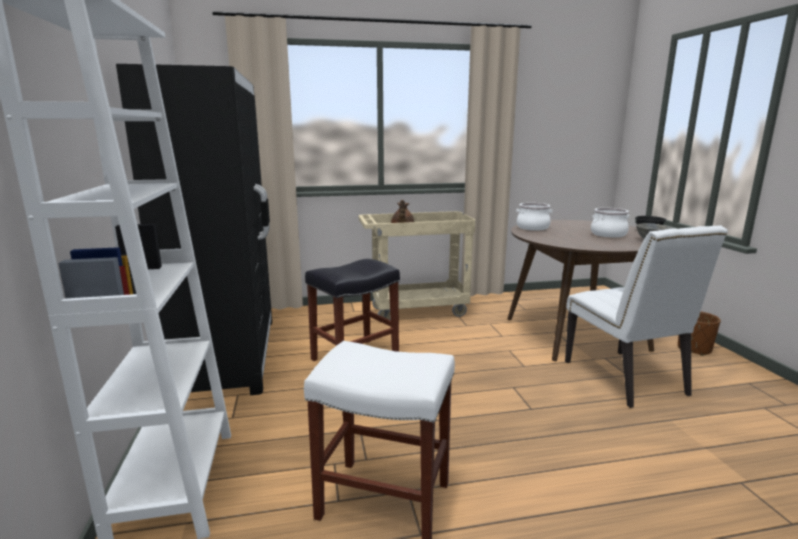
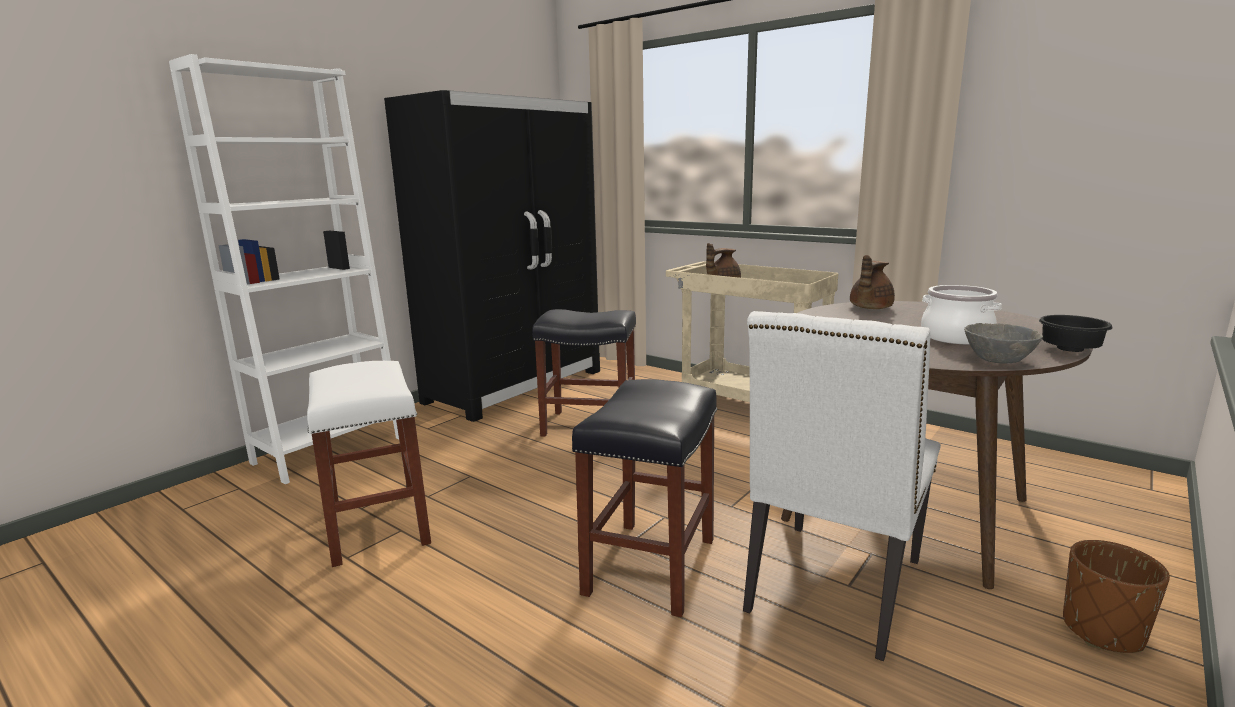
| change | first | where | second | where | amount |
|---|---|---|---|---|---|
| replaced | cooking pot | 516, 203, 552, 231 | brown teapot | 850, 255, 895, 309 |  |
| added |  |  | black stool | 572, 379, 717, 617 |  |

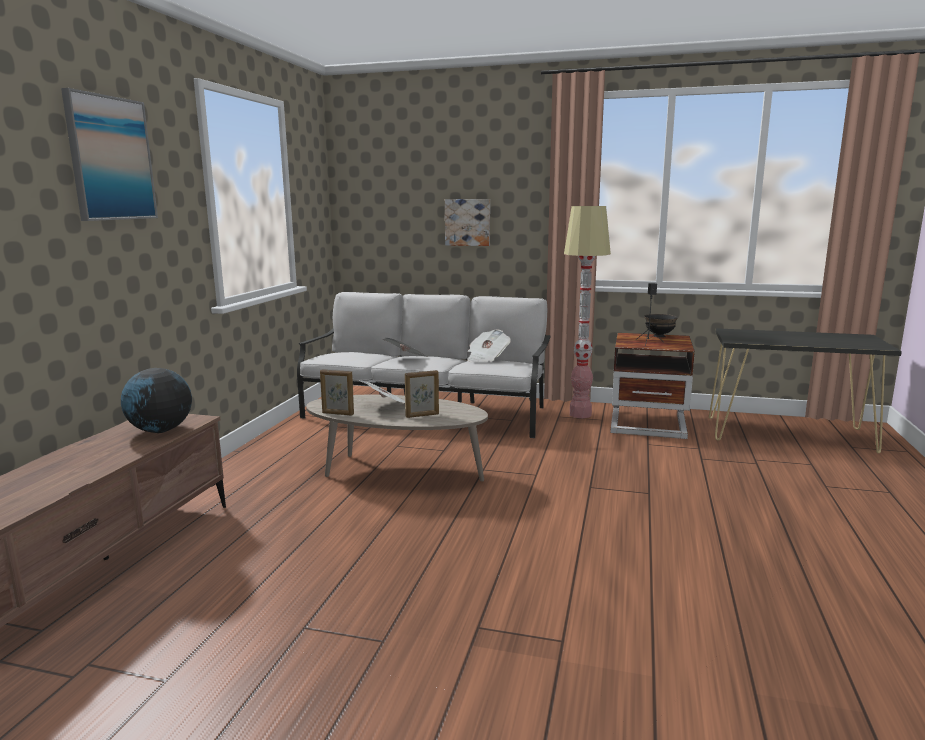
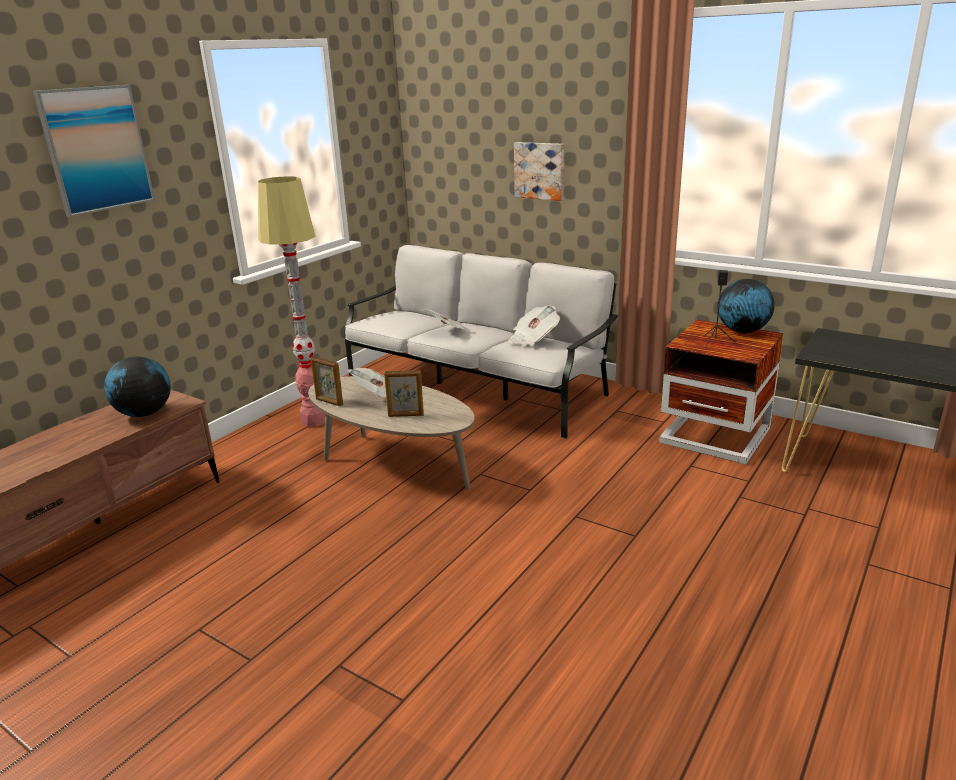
| change | first | where | second | where | amount |
|---|---|---|---|---|---|
| moved | floor lamp | 564, 206, 611, 418 |  | 258, 176, 325, 427 |  |
| replaced | black bowl | 644, 314, 678, 338 | globe | 718, 279, 775, 333 |  |

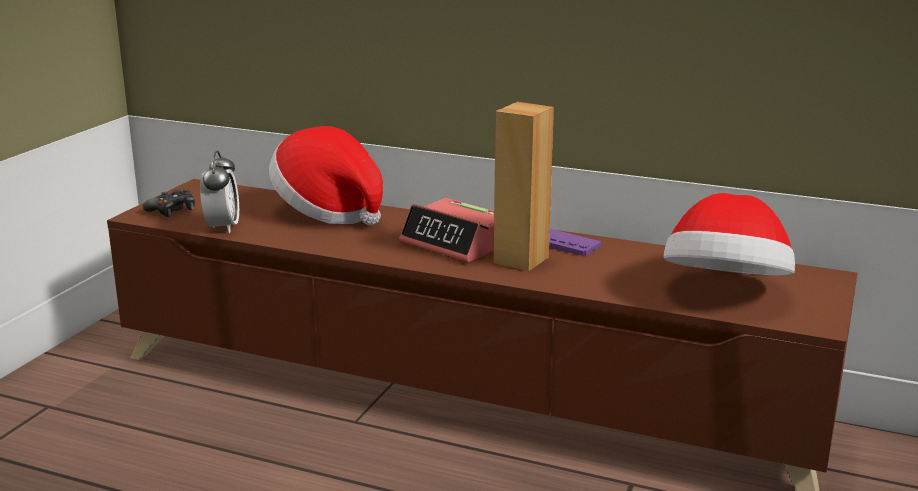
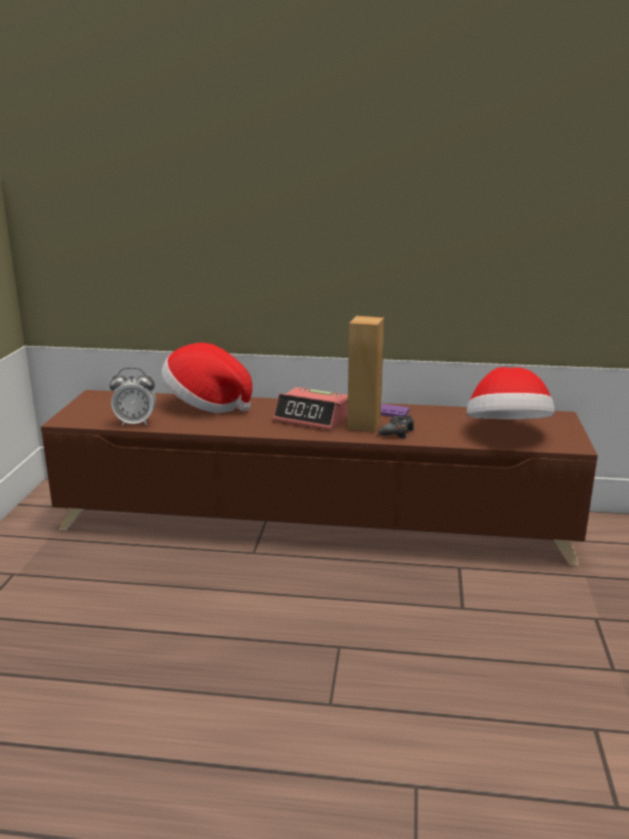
| change | first | where | second | where | amount |
|---|---|---|---|---|---|
| turned | alarm clock | 200, 151, 239, 233 |  | 109, 367, 156, 426 | 105 degrees clockwise |
| moved | black game controller | 143, 189, 195, 217 |  | 378, 414, 415, 438 |  |

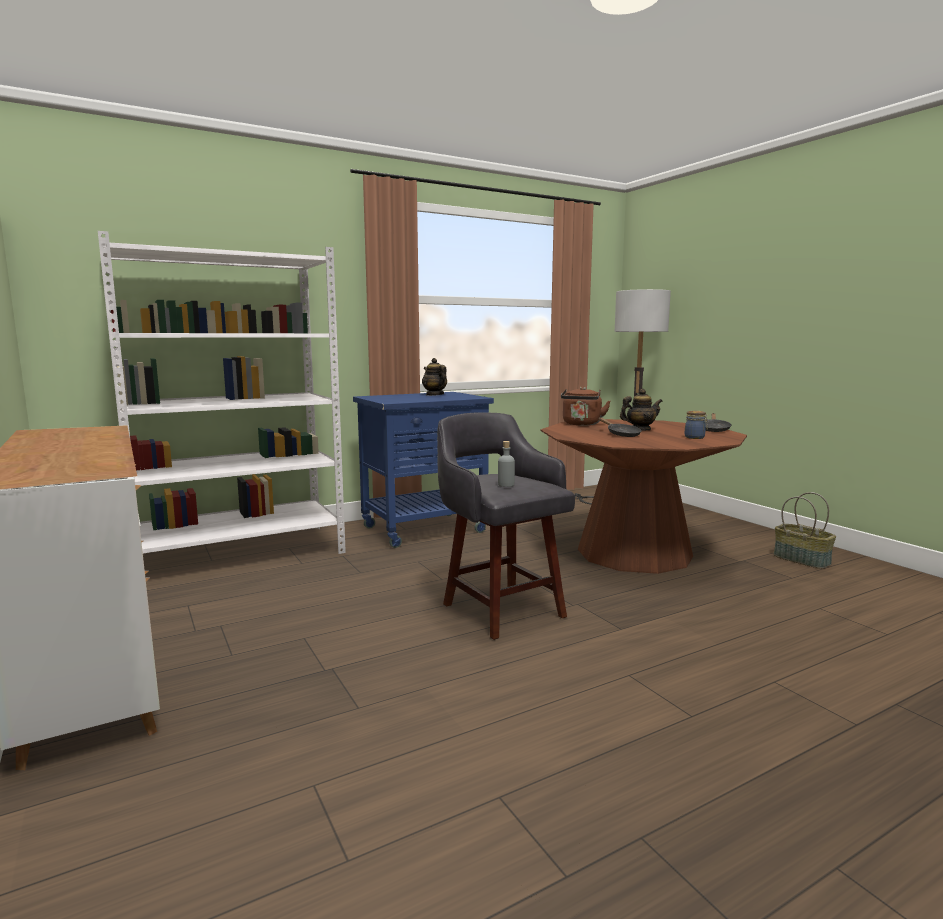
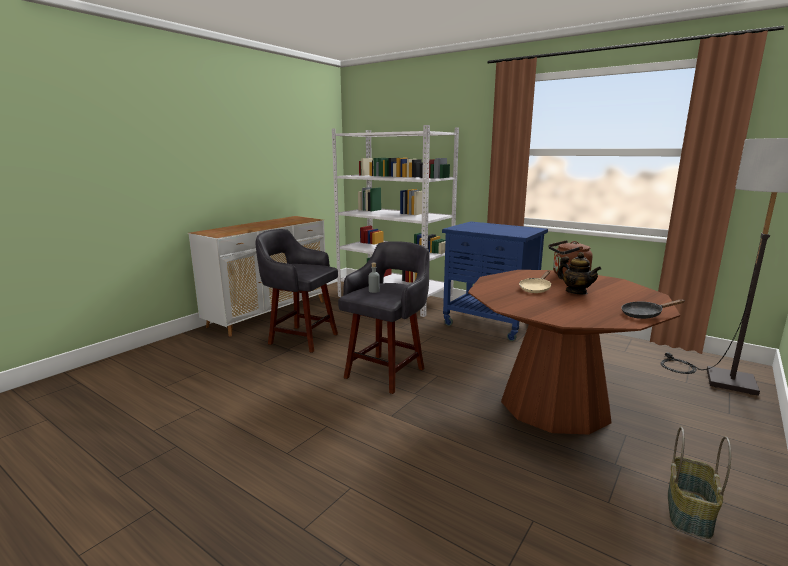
| change | first | where | second | where | amount |
|---|---|---|---|---|---|
| removed | teapot | 422, 358, 447, 396 |  |  |  |
| removed | jar | 685, 411, 708, 439 |  |  |  |
| recoloured | black frying pan | 598, 417, 641, 437 | beige frying pan | 519, 271, 551, 293 |  |
| added |  |  | grey stool | 255, 229, 338, 353 |  |

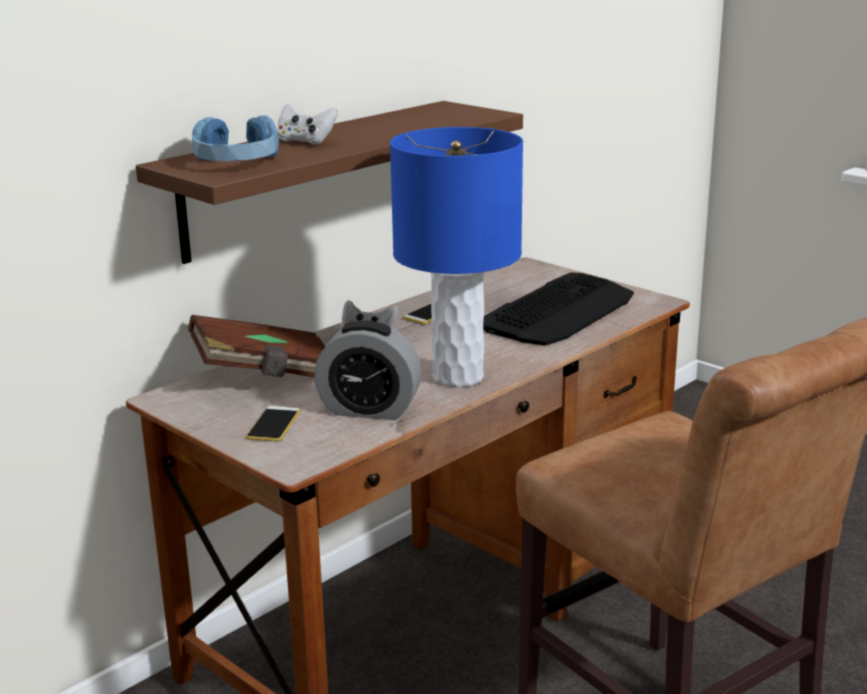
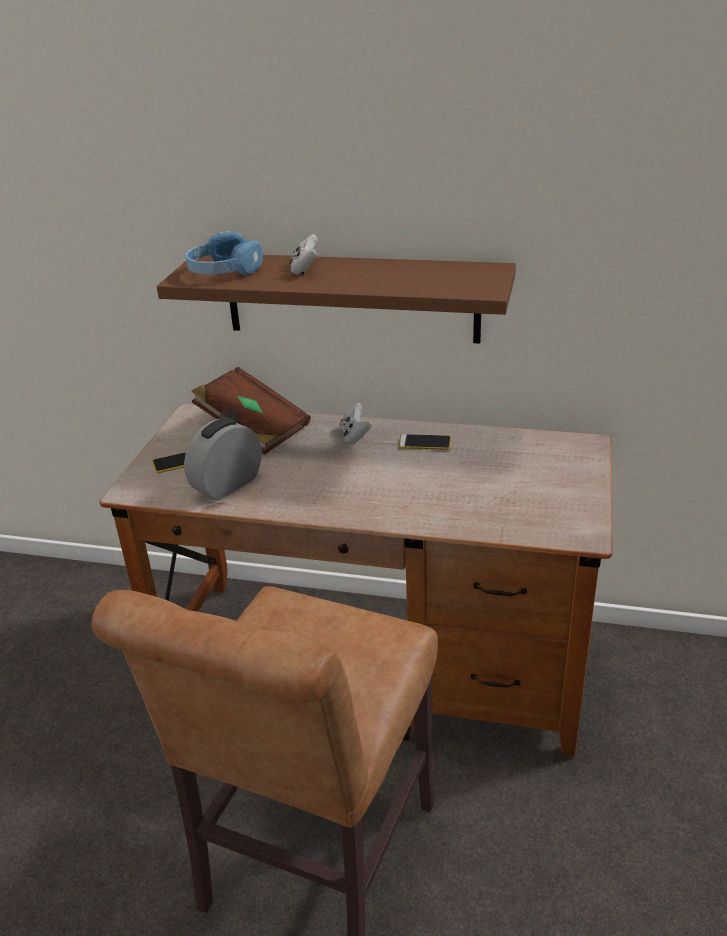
| change | first | where | second | where | amount |
|---|---|---|---|---|---|
| removed | blue table lamp | 390, 127, 523, 387 |  |  |  |
| removed | keyboard | 483, 272, 634, 346 |  |  |  |
| turned | alarm clock | 314, 321, 422, 420 |  | 184, 418, 262, 501 | 60 degrees clockwise |

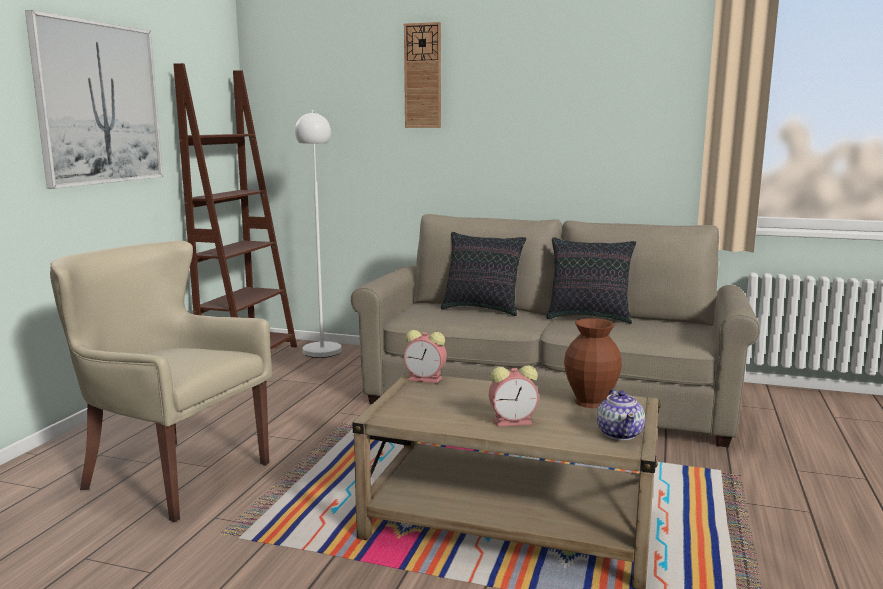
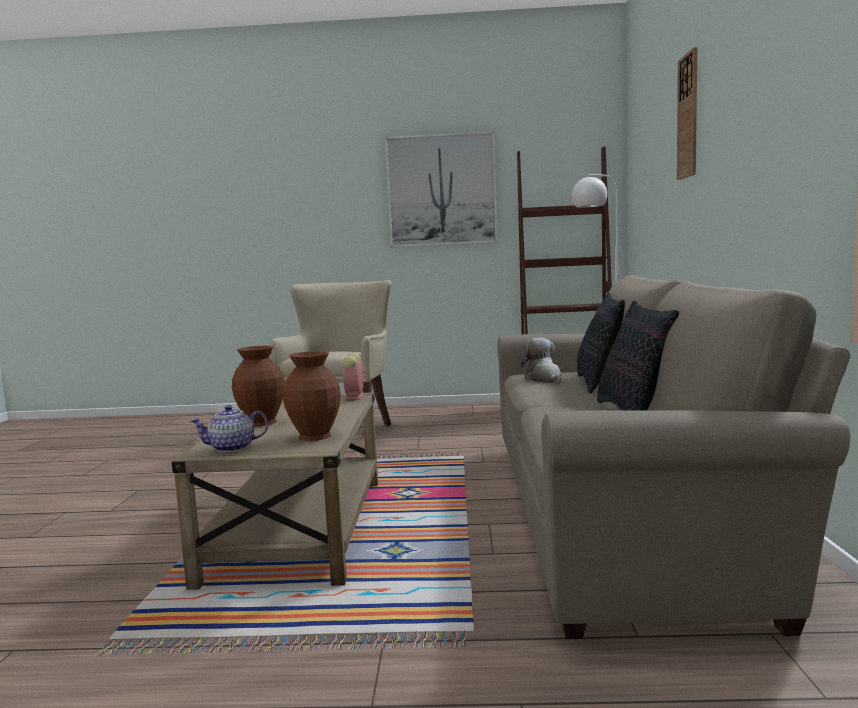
| change | first | where | second | where | amount |
|---|---|---|---|---|---|
| replaced | alarm clock | 489, 365, 539, 427 | brown vase | 232, 346, 285, 427 |  |
| added |  |  | plush toy | 521, 338, 562, 384 |  |

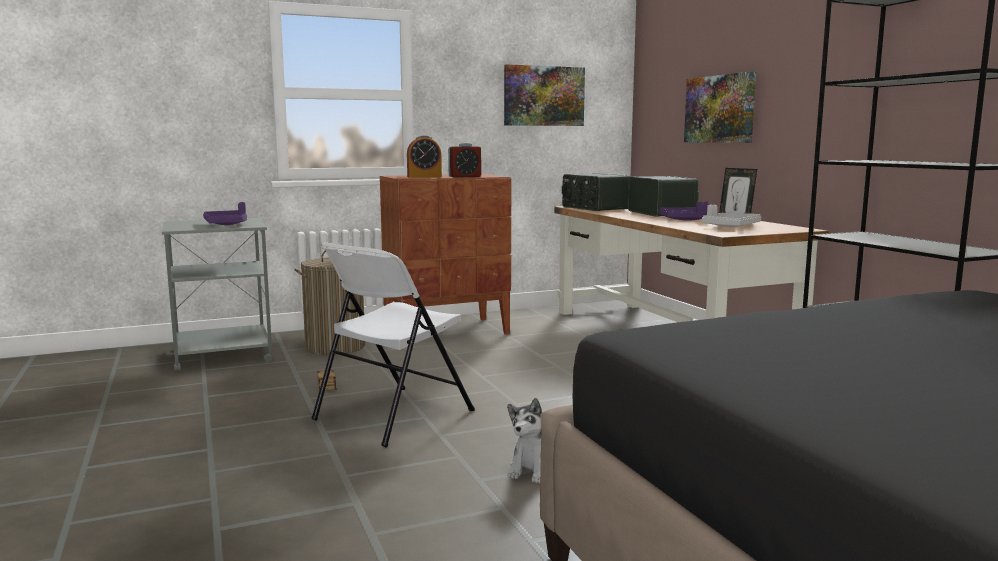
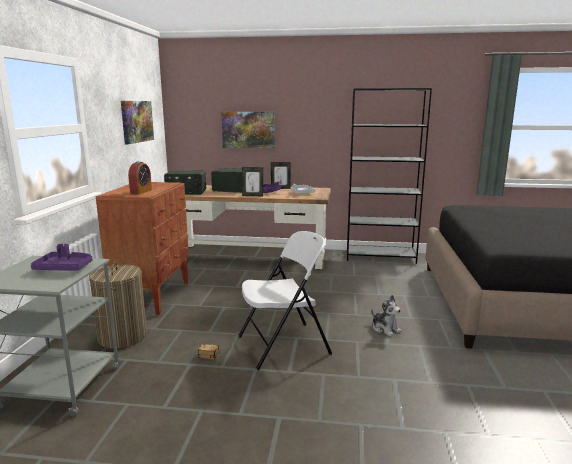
| change | first | where | second | where | amount |
|---|---|---|---|---|---|
| removed | alarm clock | 448, 143, 481, 178 |  |  |  |
| turned | white chair | 312, 242, 475, 448 |  | 238, 231, 332, 370 | 90 degrees counterclockwise |
| added |  |  | picture frame | 242, 167, 263, 196 |  |

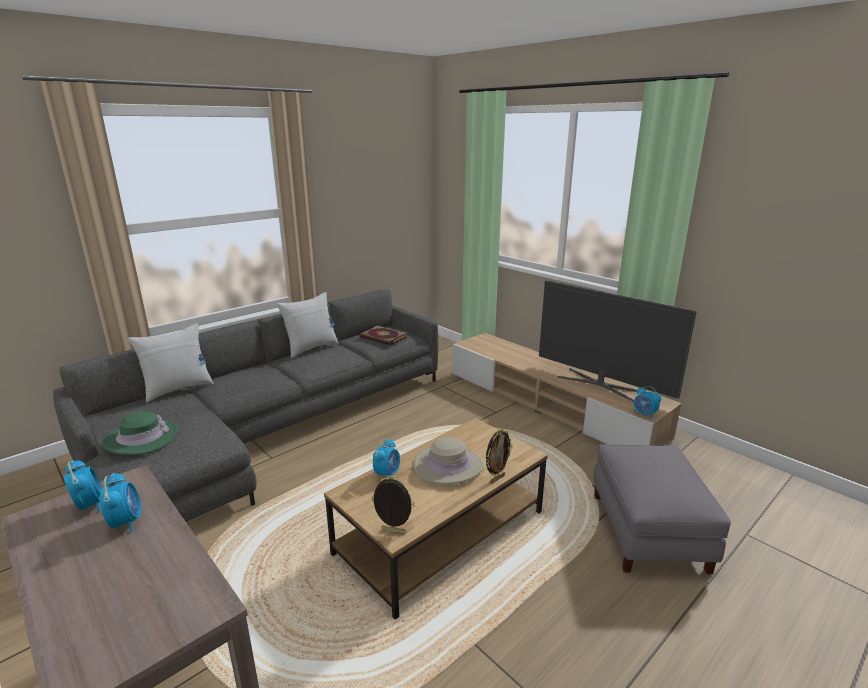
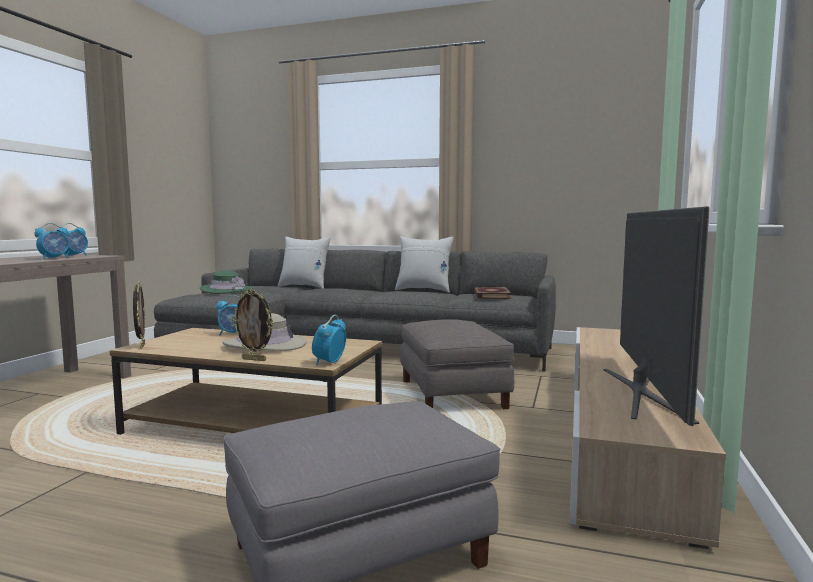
| change | first | where | second | where | amount |
|---|---|---|---|---|---|
| moved | alarm clock | 633, 386, 661, 419 |  | 312, 315, 346, 366 |  |
| added |  |  | grey ottoman | 400, 319, 514, 409 |  |

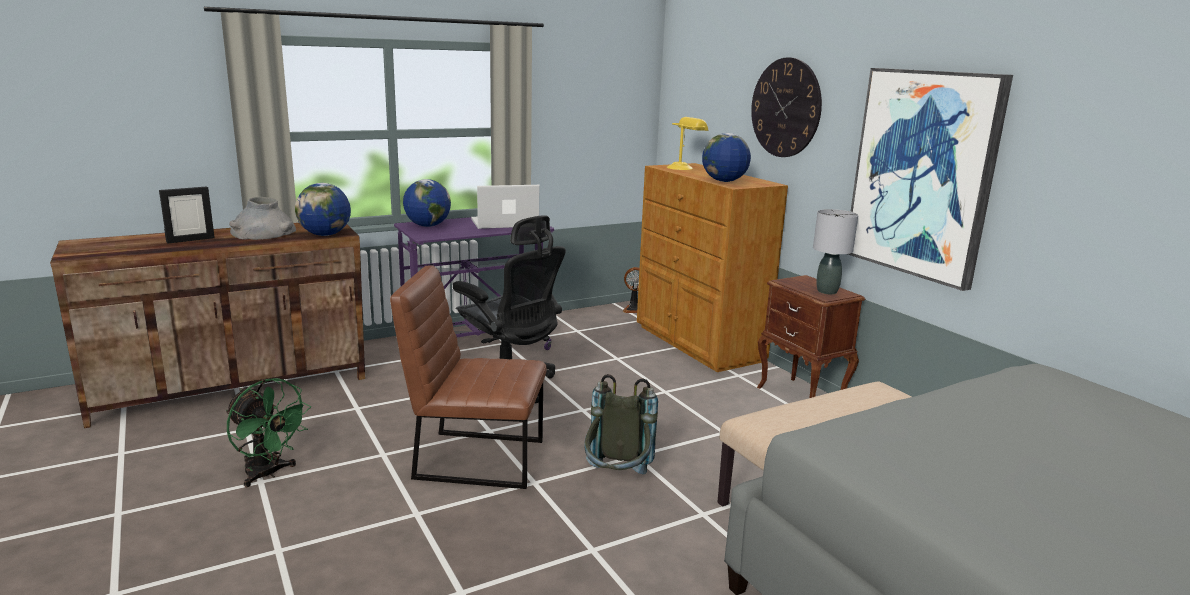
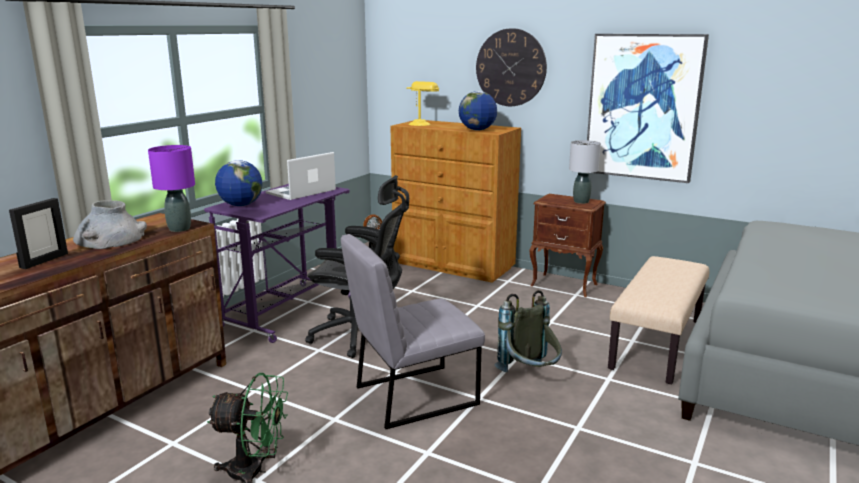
| change | first | where | second | where | amount |
|---|---|---|---|---|---|
| replaced | globe | 295, 183, 351, 236 | purple table lamp | 148, 145, 195, 232 |  |
| recoloured | brown chair | 390, 265, 546, 489 | grey chair | 341, 234, 485, 429 |  |

